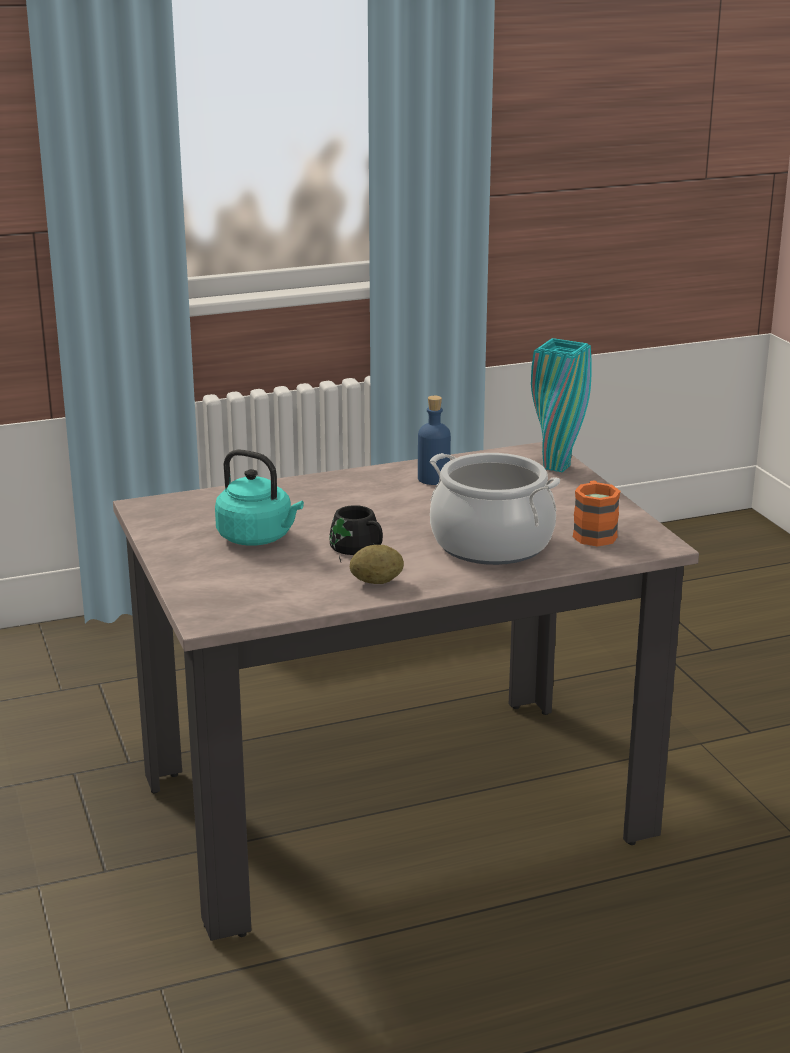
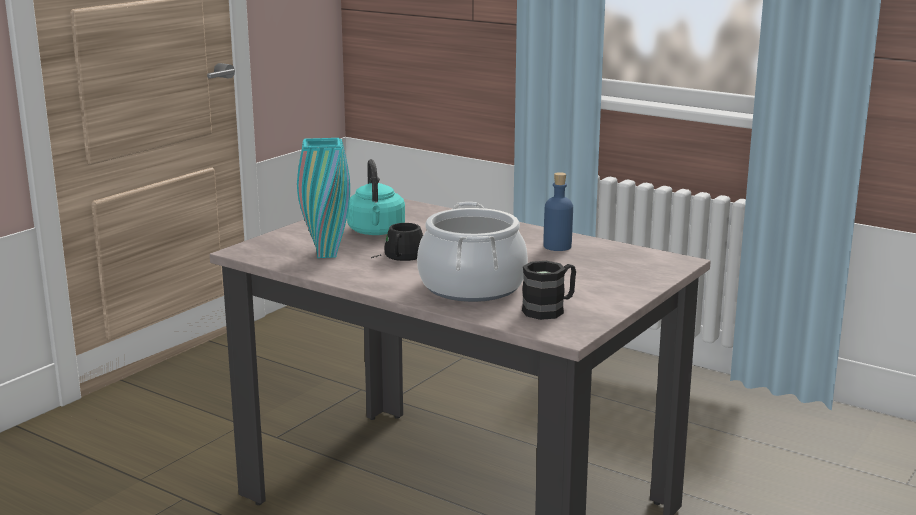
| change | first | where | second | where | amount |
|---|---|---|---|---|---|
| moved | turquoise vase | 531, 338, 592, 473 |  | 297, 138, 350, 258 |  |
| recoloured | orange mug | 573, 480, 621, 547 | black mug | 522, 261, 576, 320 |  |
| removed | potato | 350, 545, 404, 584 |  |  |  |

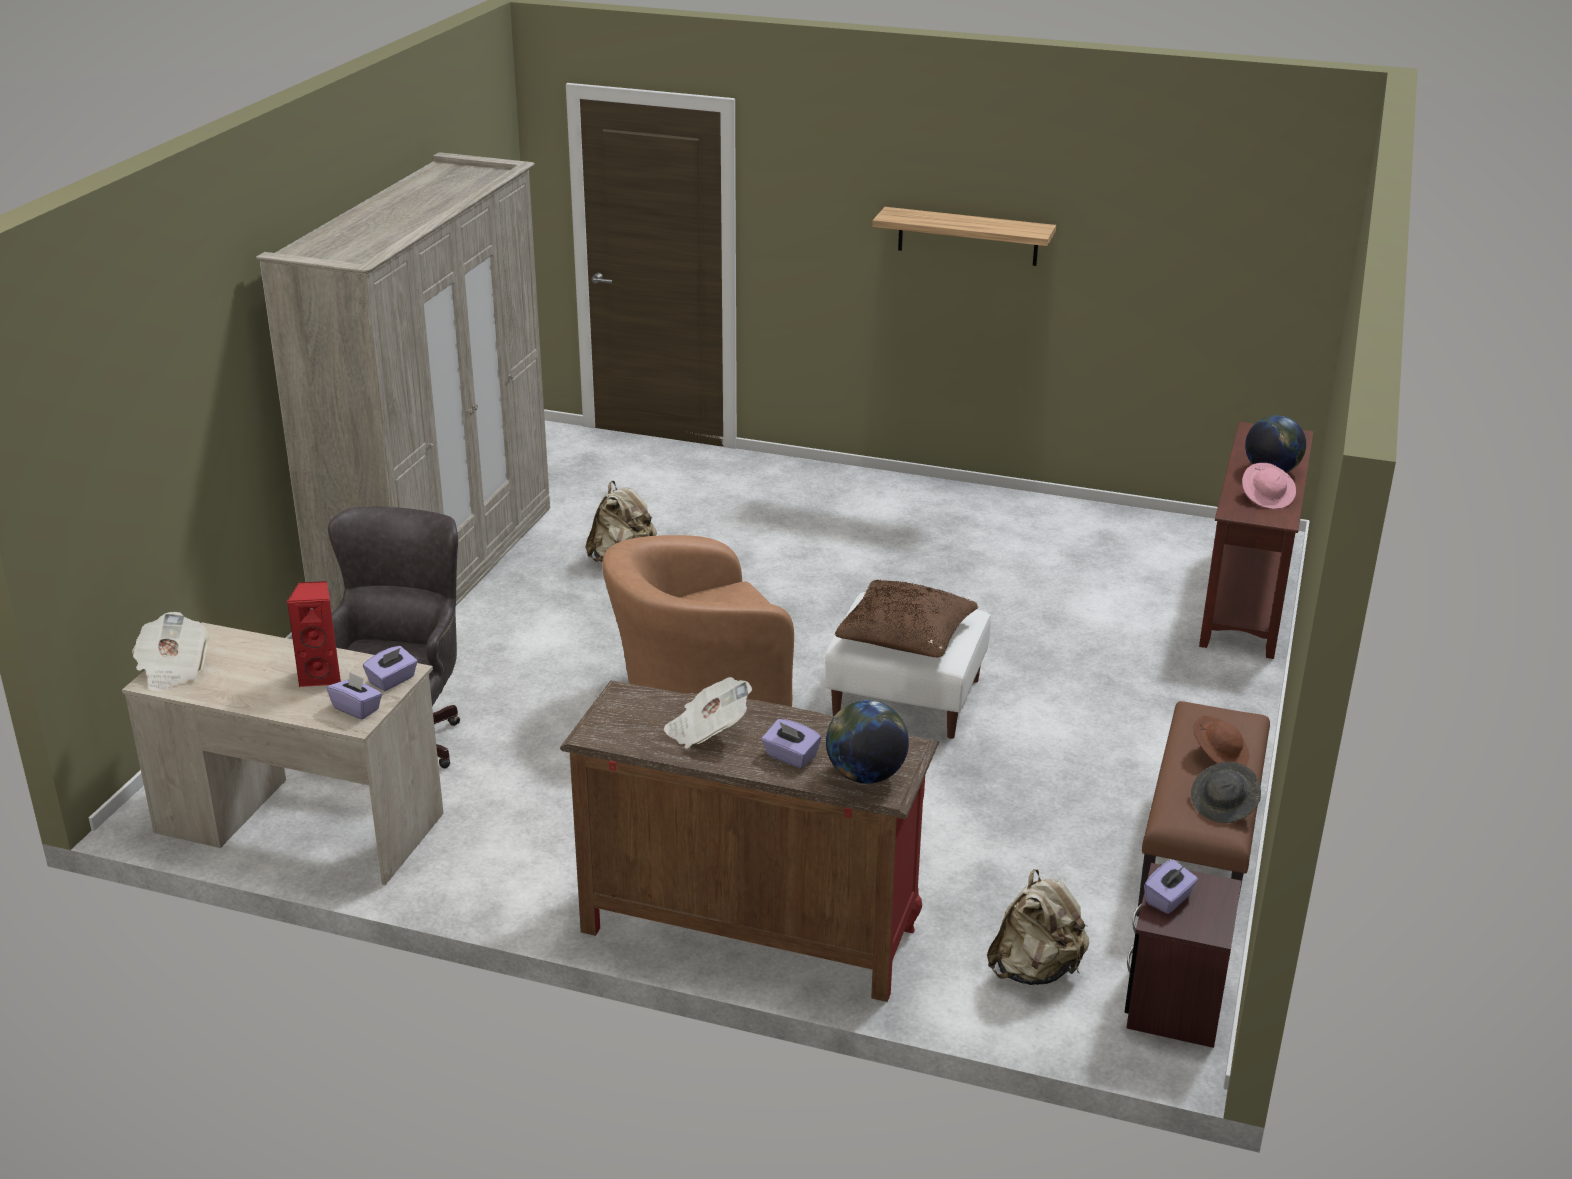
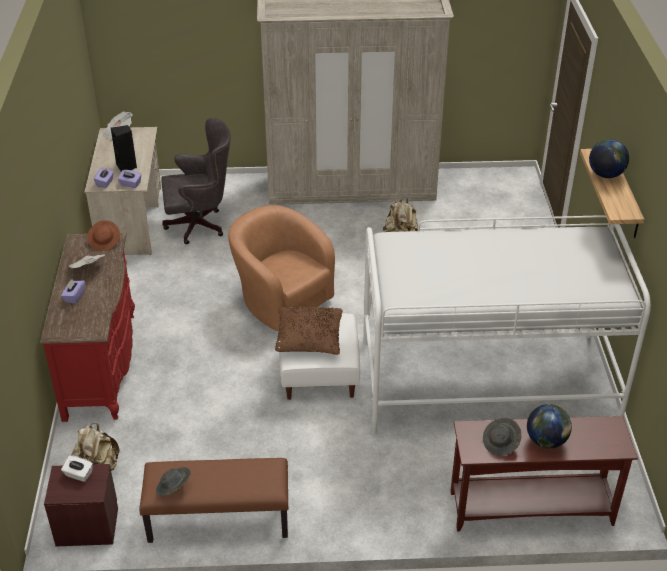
| change | first | where | second | where | amount |
|---|---|---|---|---|---|
| recoloured | pink hat | 1242, 463, 1296, 509 | grey hat | 483, 418, 521, 456 |  |
| recoloured | red speaker | 286, 581, 341, 687 | black speaker | 111, 125, 137, 172 |  |
| moved | globe | 826, 700, 909, 784 |  | 589, 139, 629, 178 |  |
| moved | brown hat | 1193, 716, 1249, 766 |  | 87, 220, 120, 251 |  |
| recoloured | purple tissue box | 1144, 860, 1198, 914 | white tissue box | 61, 456, 93, 482 |  |
| added |  |  | white bed | 363, 215, 651, 434 |  |

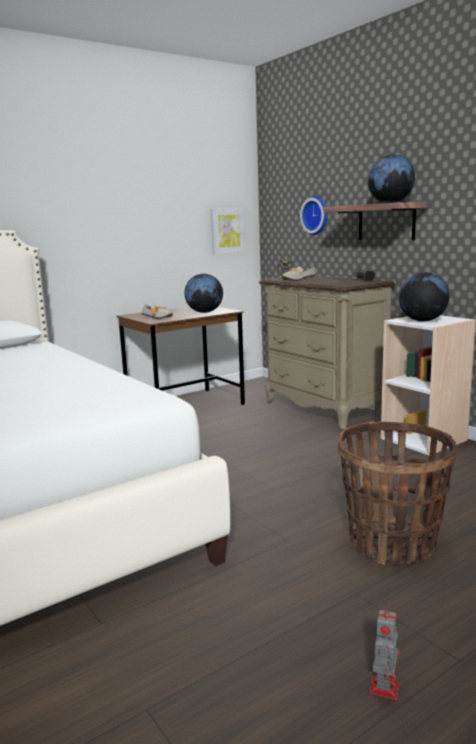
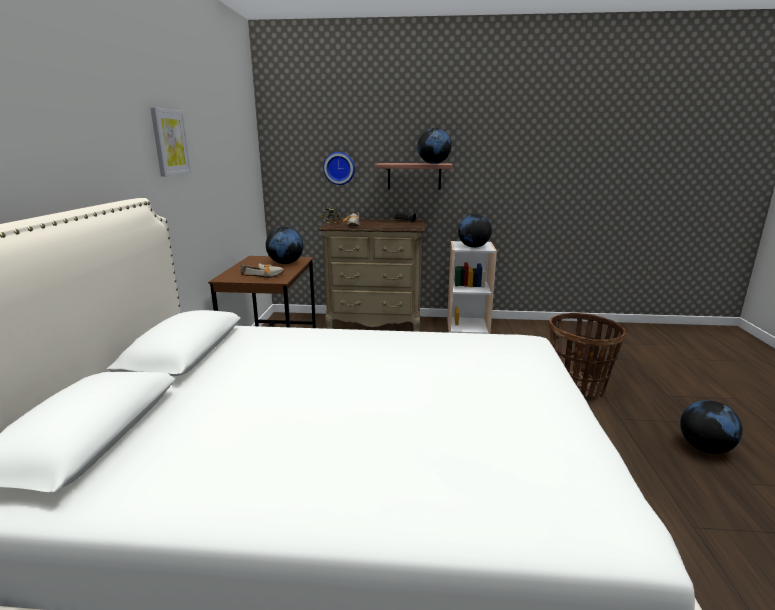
| change | first | where | second | where | amount |
|---|---|---|---|---|---|
| moved | picture | 211, 208, 246, 255 |  | 150, 107, 192, 176 |  |
| replaced | toy robot | 370, 605, 400, 700 | globe | 680, 400, 743, 454 |  |

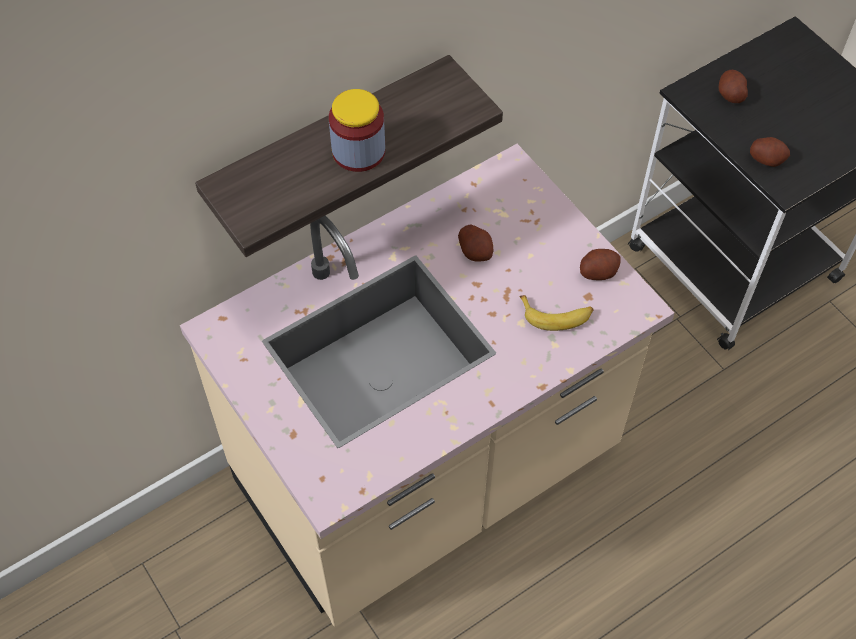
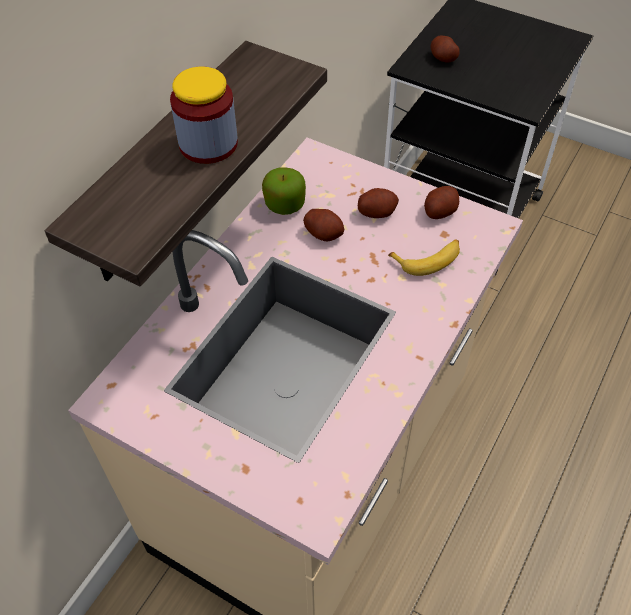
| change | first | where | second | where | amount |
|---|---|---|---|---|---|
| moved | potato | 750, 137, 790, 167 |  | 358, 188, 399, 218 |  |
| added |  |  | apple | 262, 167, 306, 215 |  |

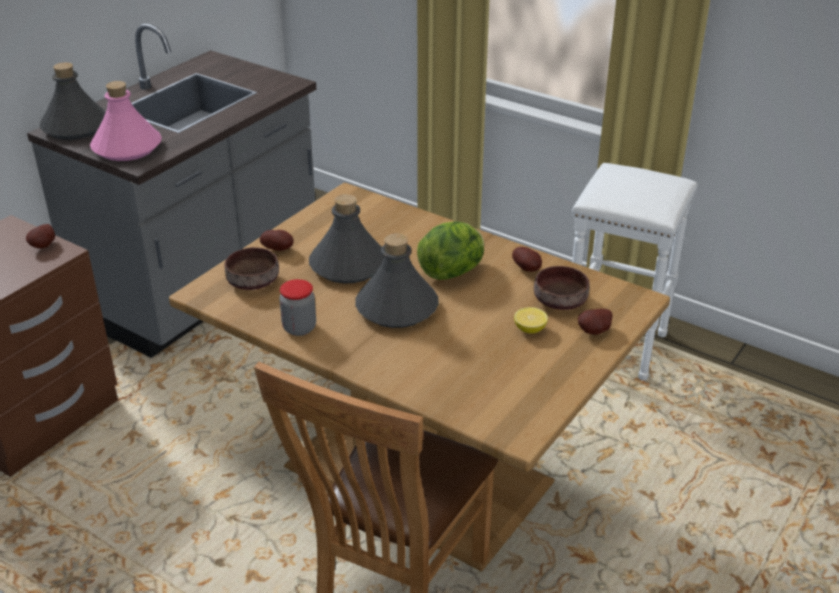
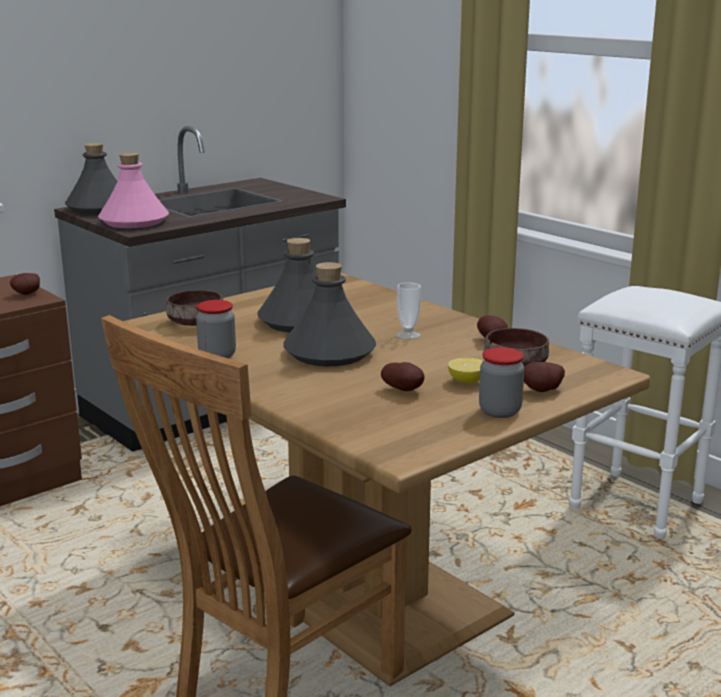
| change | first | where | second | where | amount |
|---|---|---|---|---|---|
| replaced | lettuce | 417, 221, 484, 280 | cup | 396, 283, 421, 340 |  |
| moved | potato | 260, 230, 294, 251 |  | 381, 362, 425, 391 |  |
| added |  |  | jar | 479, 347, 524, 418 |  |

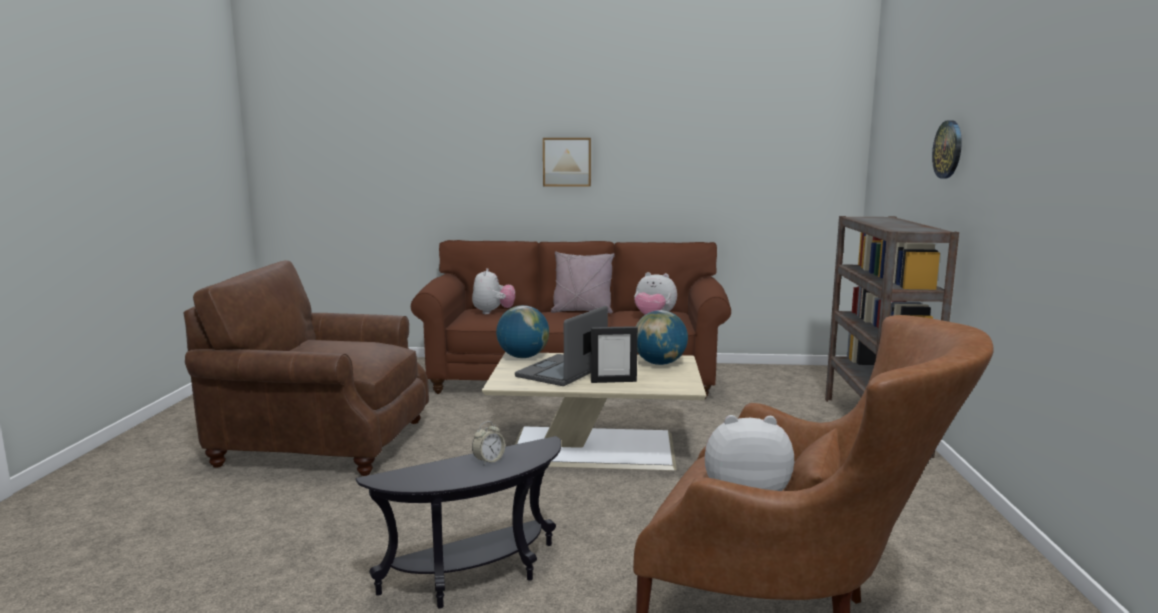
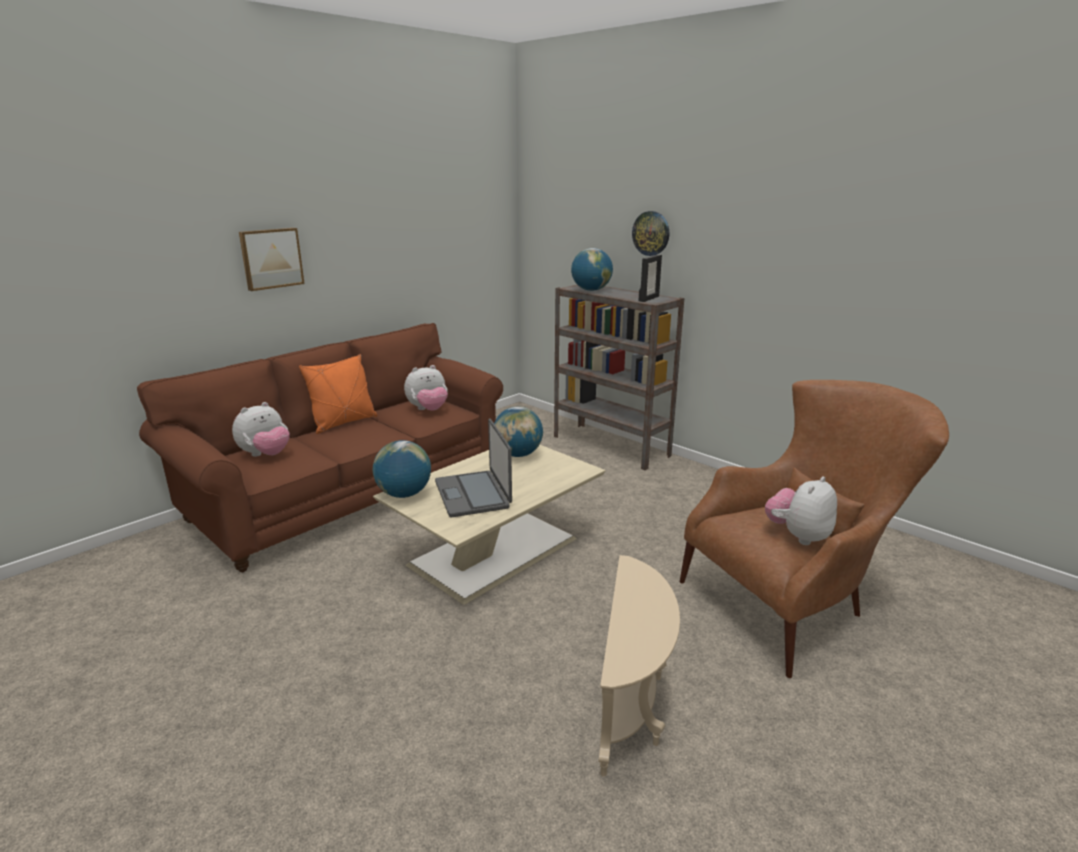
| change | first | where | second | where | amount |
|---|---|---|---|---|---|
| recoloured | purple pillow | 551, 251, 615, 313 | orange pillow | 299, 354, 377, 434 |  |
| removed | brown armchair | 183, 260, 429, 476 |  |  |  |
| turned | plush toy | 472, 268, 515, 314 |  | 232, 402, 290, 457 | 90 degrees clockwise |
| moved | picture frame | 591, 326, 638, 383 |  | 639, 255, 662, 302 |  |
| removed | alarm clock | 472, 421, 505, 465 |  |  |  |
| recoloured | black side table | 356, 436, 561, 609 | beige side table | 598, 555, 680, 777 |  |
| added |  |  | globe | 571, 248, 613, 291 |  |

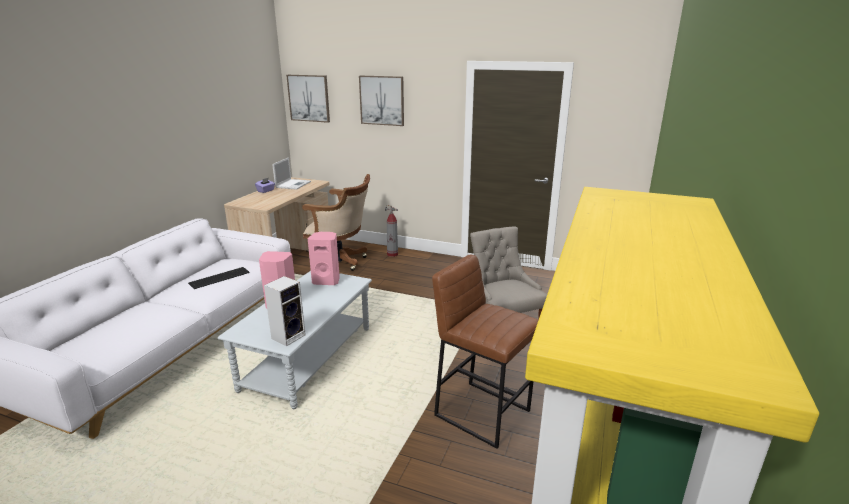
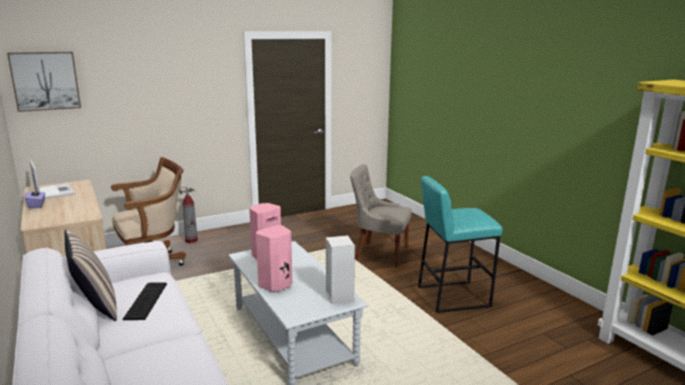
| change | first | where | second | where | amount |
|---|---|---|---|---|---|
| removed | picture | 359, 76, 404, 126 |  |  |  |
| recoloured | brown stool | 432, 254, 538, 449 | turquoise stool | 418, 176, 502, 313 |  |
| added |  |  | pillow | 64, 229, 117, 321 |  |

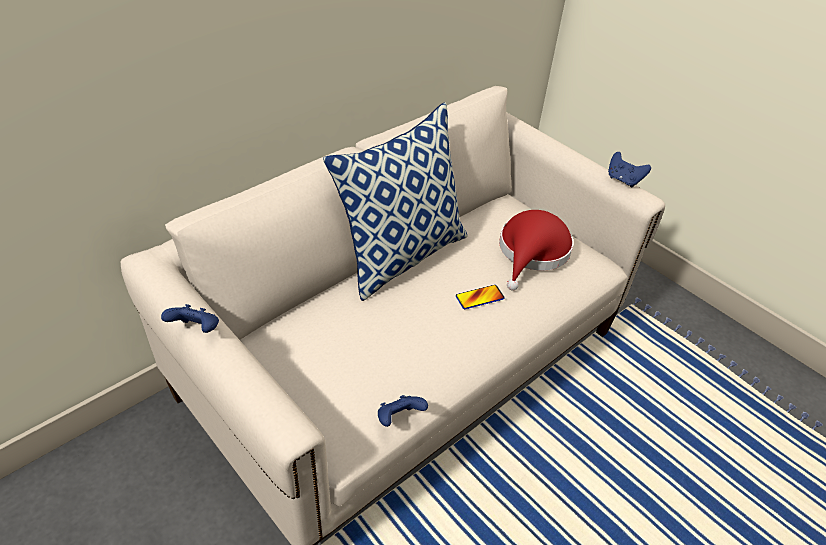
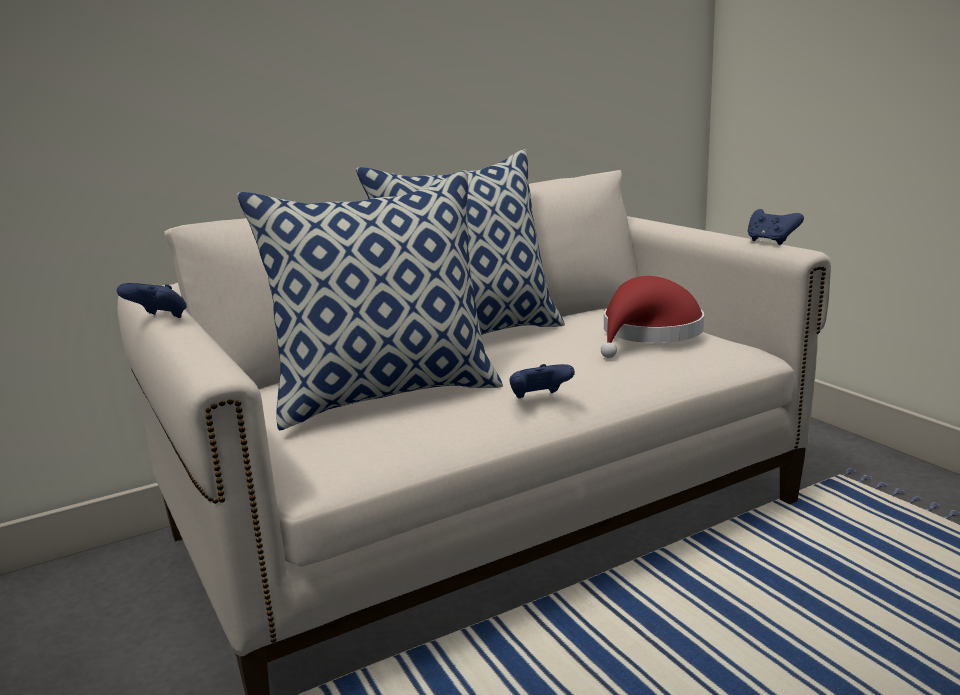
| change | first | where | second | where | amount |
|---|---|---|---|---|---|
| removed | phone | 456, 285, 505, 309 |  |  |  |
| moved | blue game controller | 378, 395, 428, 427 |  | 510, 364, 575, 398 |  |
| added |  |  | pillow | 237, 170, 503, 431 |  |

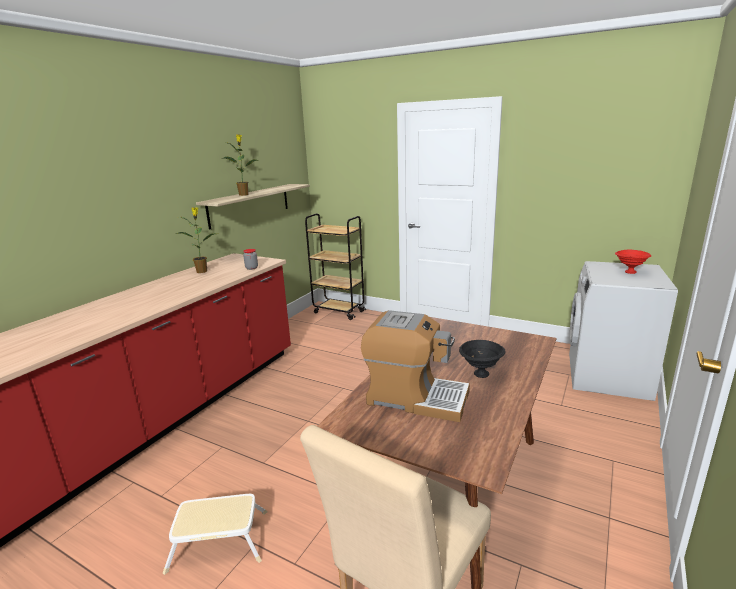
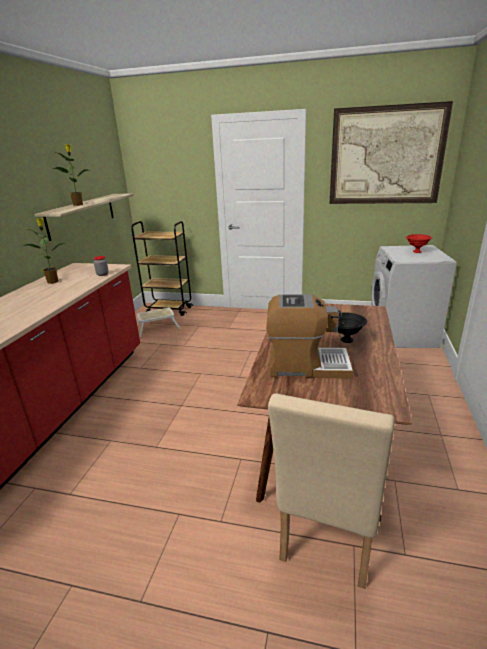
| change | first | where | second | where | amount |
|---|---|---|---|---|---|
| moved | beige step ladder | 163, 494, 268, 575 |  | 137, 308, 180, 337 |  |
| added |  |  | picture | 330, 101, 453, 204 |  |

